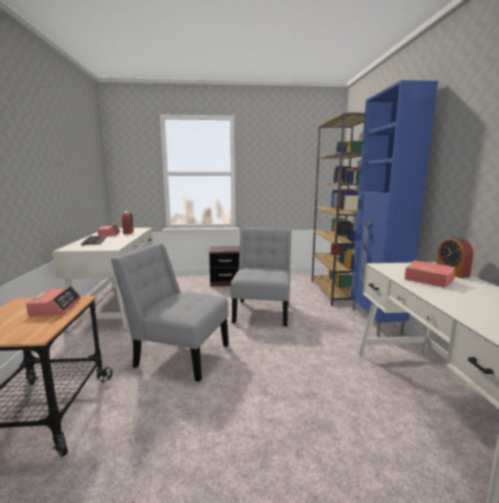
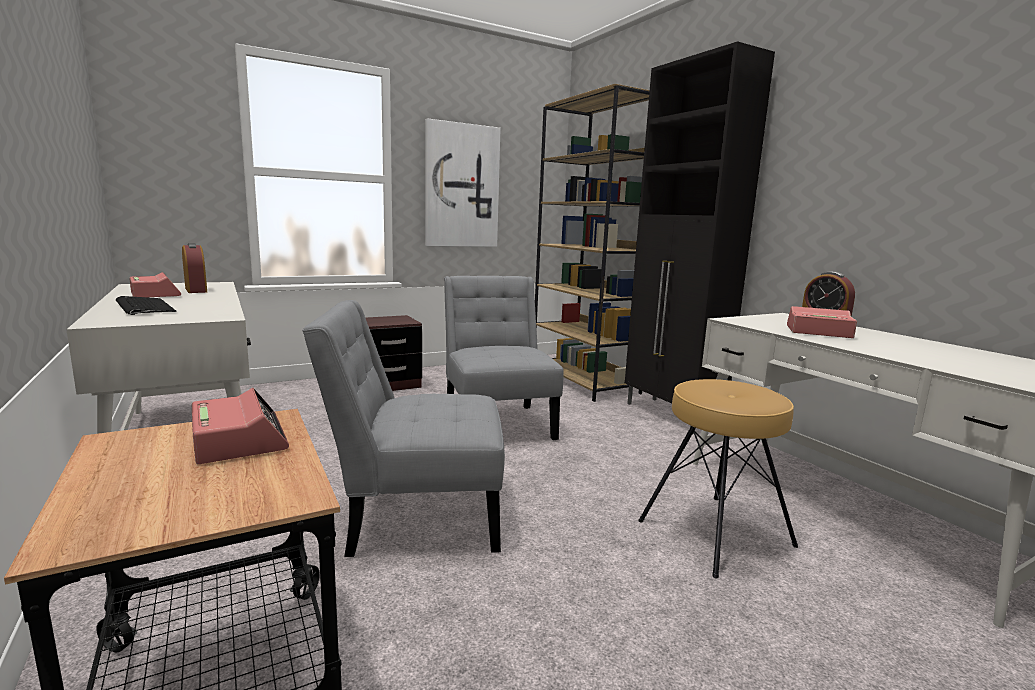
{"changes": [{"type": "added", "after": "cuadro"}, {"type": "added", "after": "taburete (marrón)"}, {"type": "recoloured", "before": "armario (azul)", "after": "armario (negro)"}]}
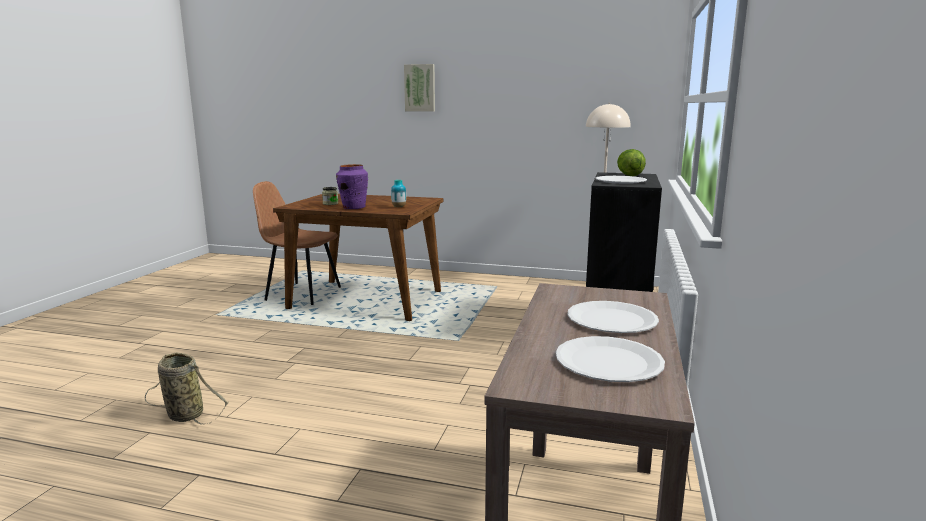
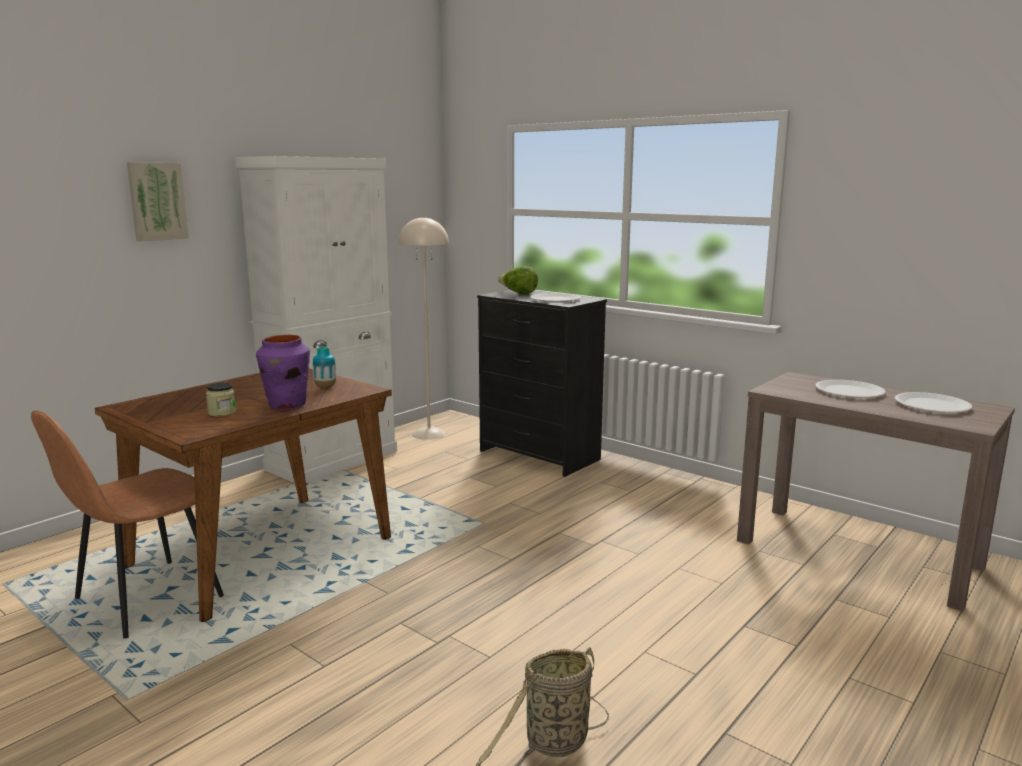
{"changes": [{"type": "added", "after": "armario (blanco)"}]}
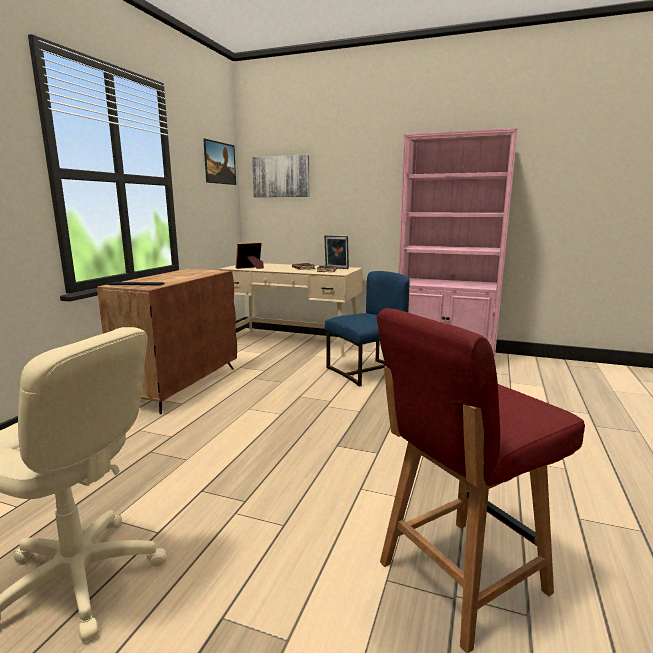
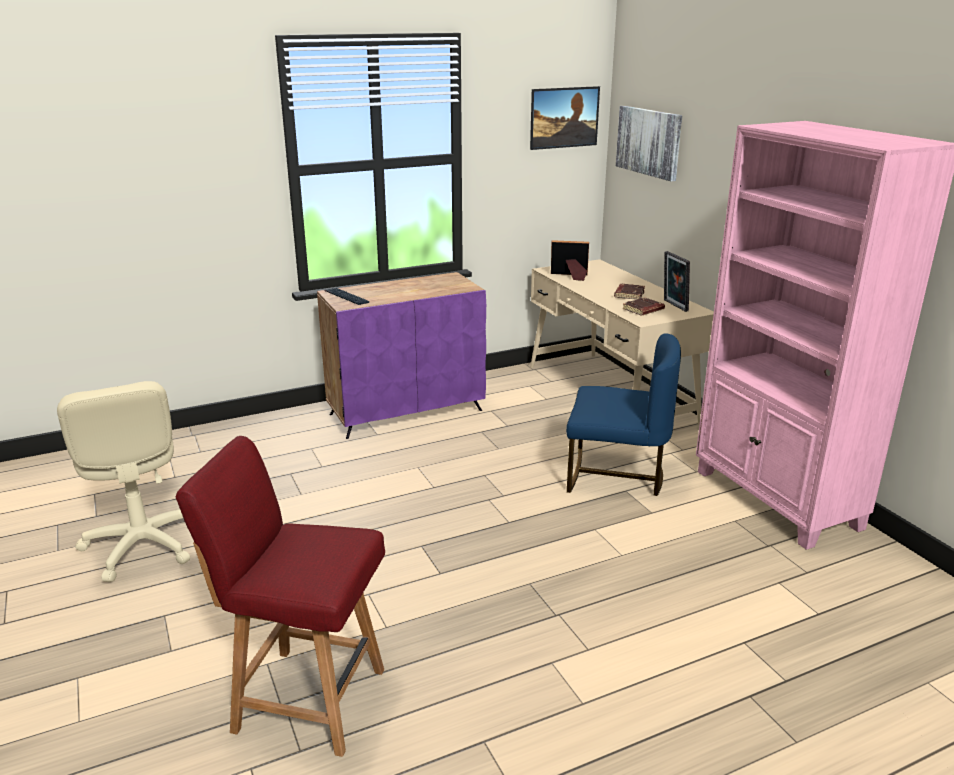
{"changes": [{"type": "recoloured", "before": "armario (marrón)", "after": "armario (morado)"}]}
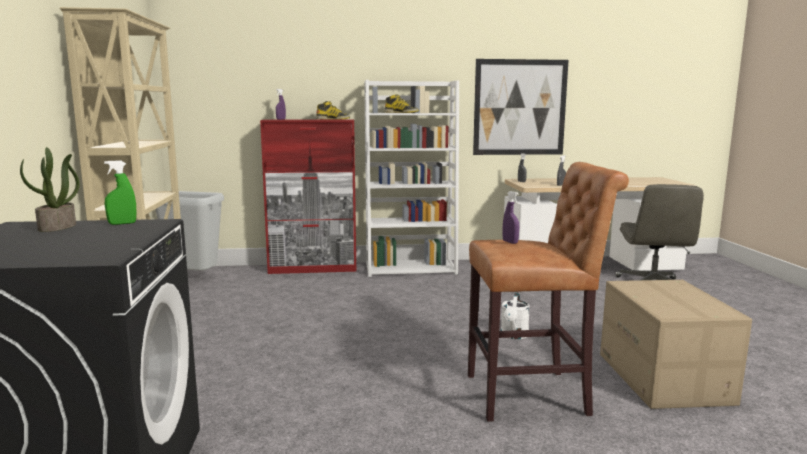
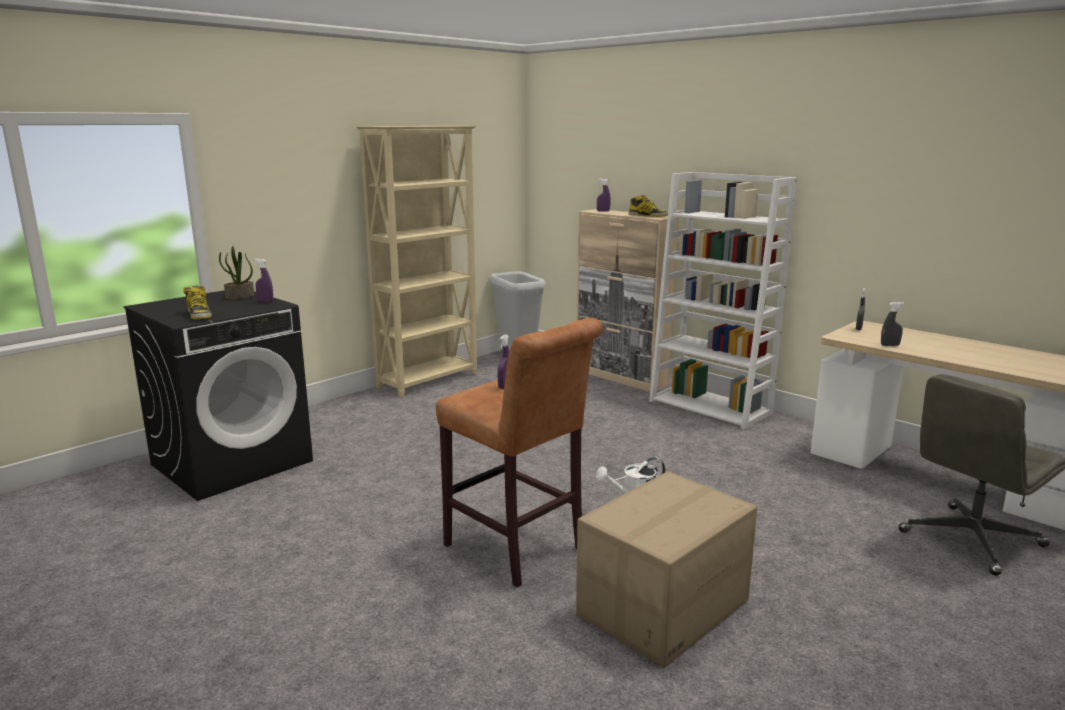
{"changes": [{"type": "removed", "before": "cuadro"}, {"type": "moved", "before": "bota (2nd from left in the first image)", "after": "bota (1st from left)"}, {"type": "recoloured", "before": "pulverizador (verde)", "after": "pulverizador (morado) (1st from left)"}, {"type": "recoloured", "before": "armario (rojo)", "after": "armario (beis)"}]}
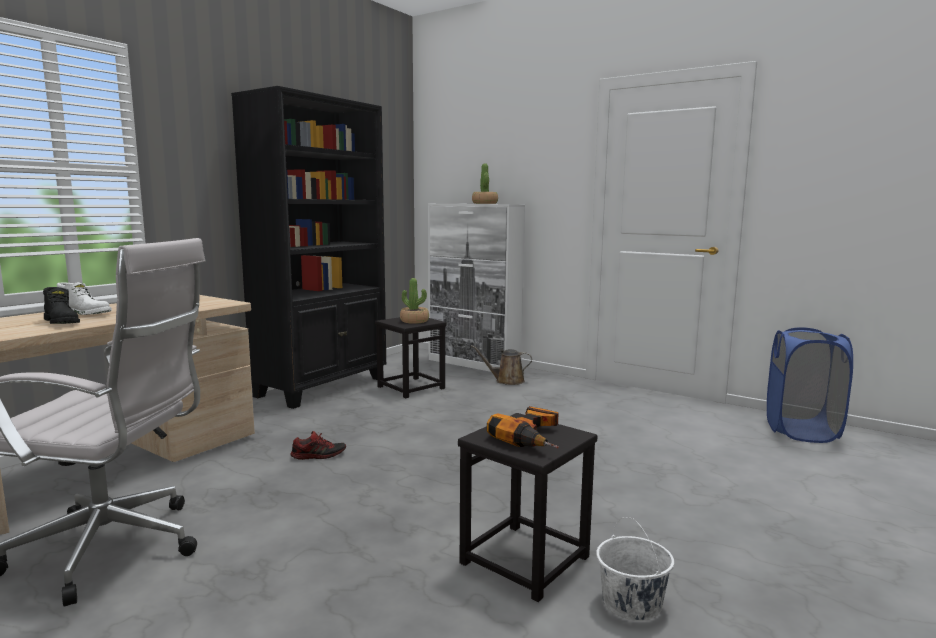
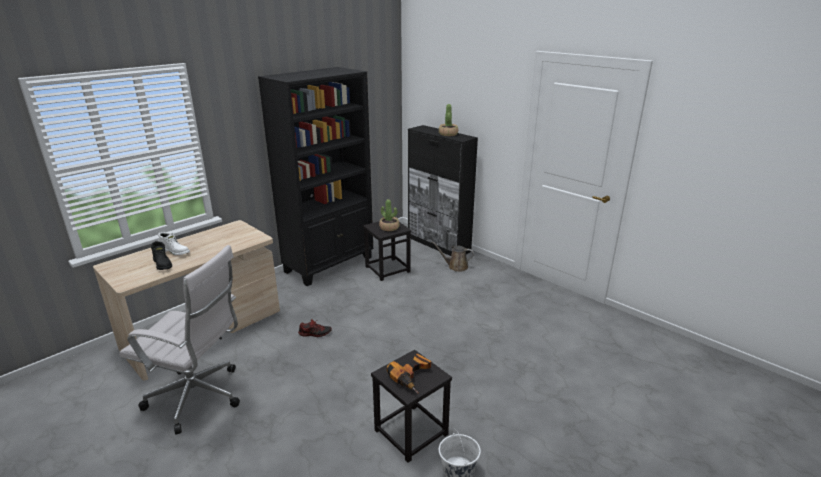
{"changes": [{"type": "removed", "before": "cesto de la ropa (azul)"}, {"type": "recoloured", "before": "armario (blanco)", "after": "armario (negro)"}]}
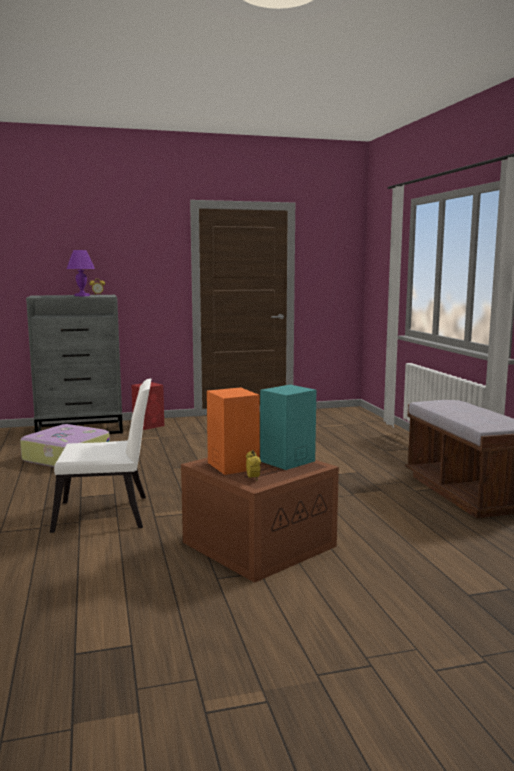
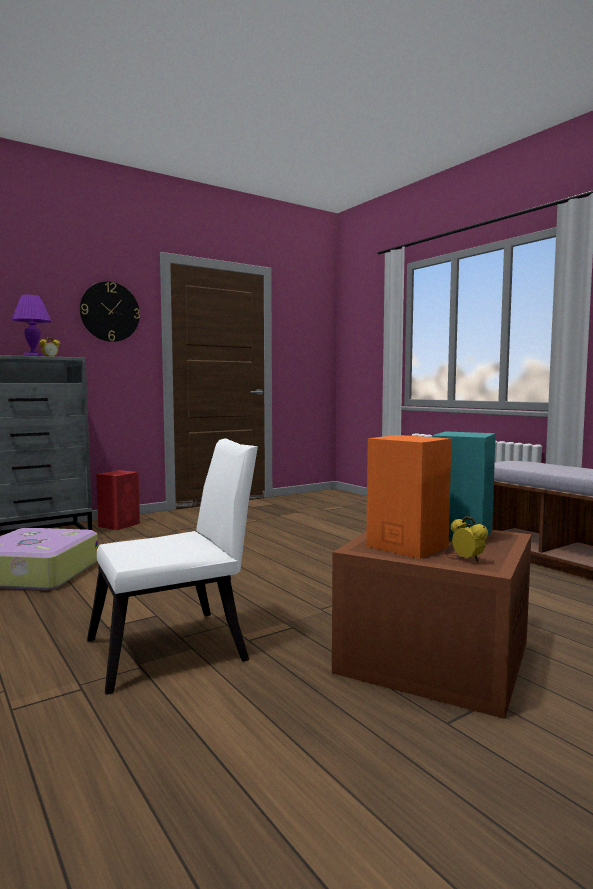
{"changes": [{"type": "added", "after": "reloj de pared"}]}
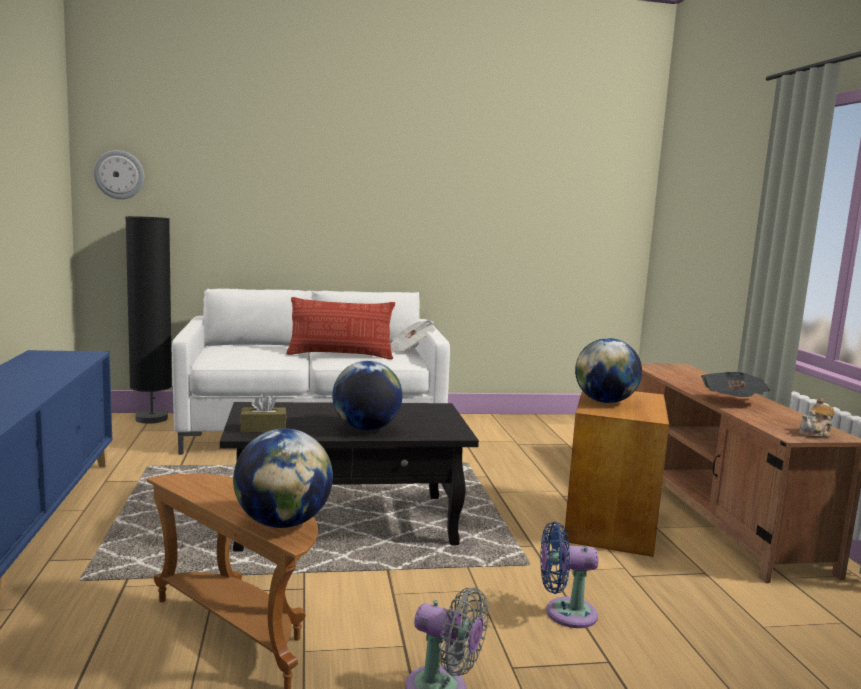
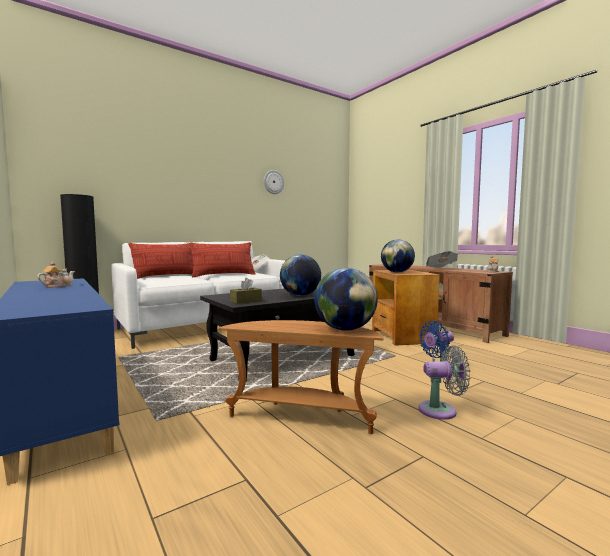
{"changes": [{"type": "added", "after": "tetera (1st from left)"}, {"type": "added", "after": "cojín (1st from left)"}, {"type": "moved", "before": "reloj de pared"}]}
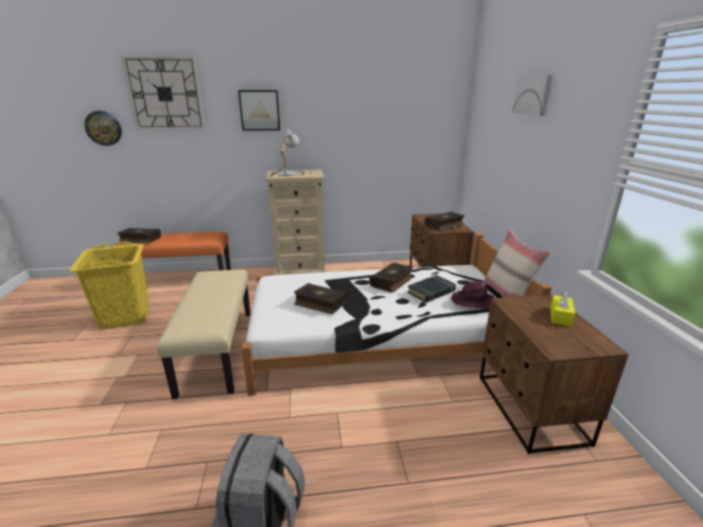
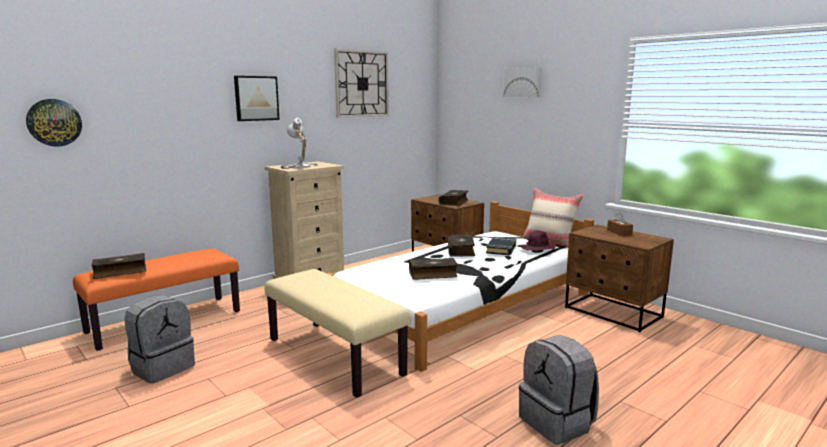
{"changes": [{"type": "moved", "before": "reloj de pared (2nd from left)"}, {"type": "replaced", "before": "cesto de la ropa (amarillo)", "after": "mochila (gris) (1st from left)"}, {"type": "recoloured", "before": "caja de pañuelos (amarillo)", "after": "caja de pañuelos (marrón)"}]}
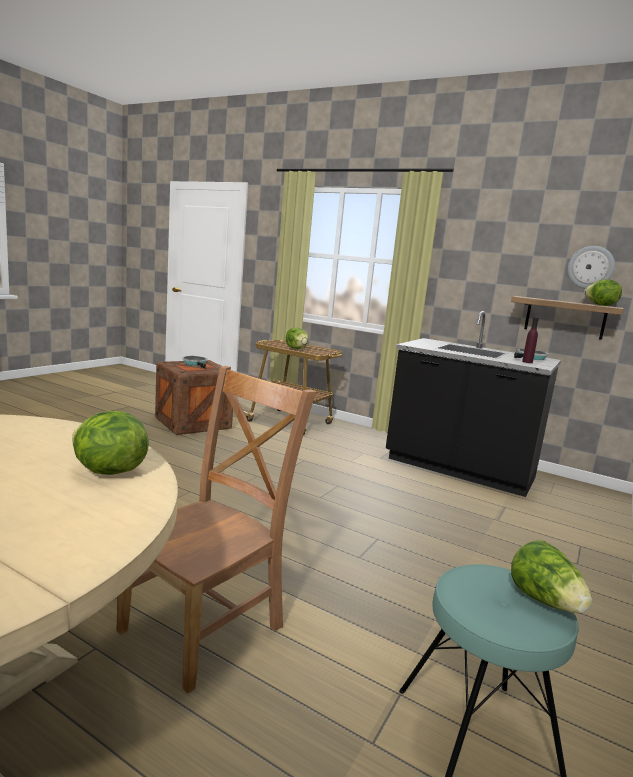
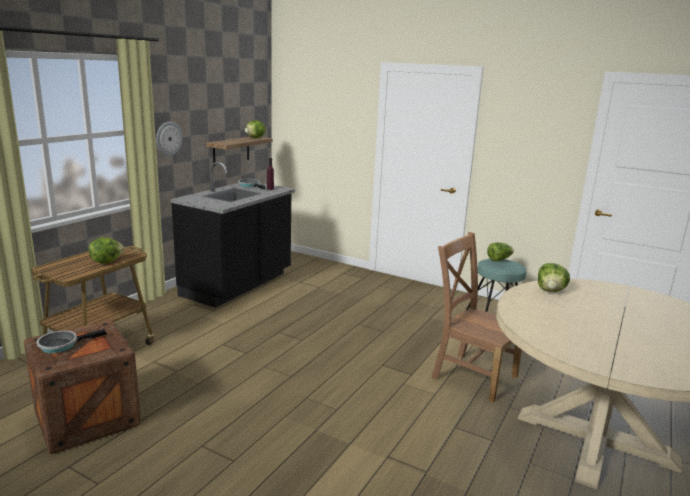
{"changes": [{"type": "moved", "before": "reloj de pared"}]}
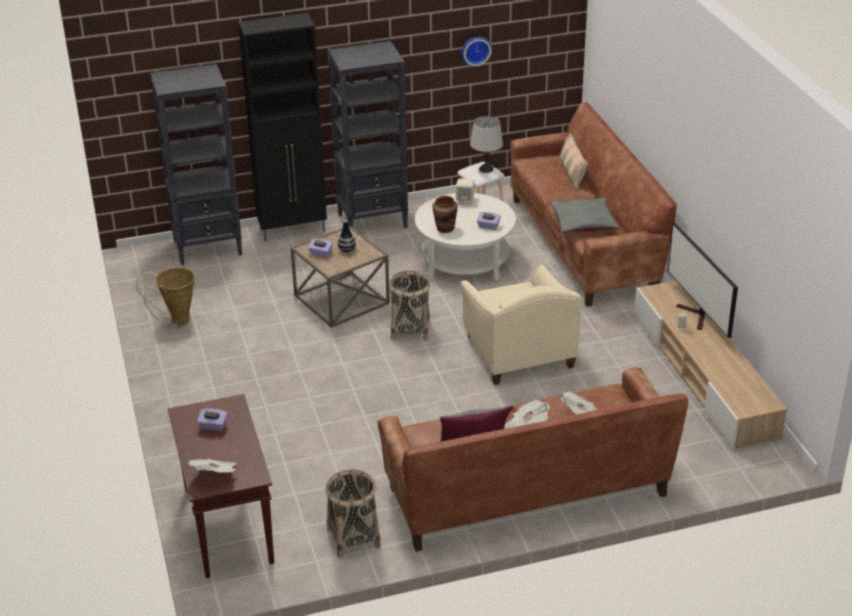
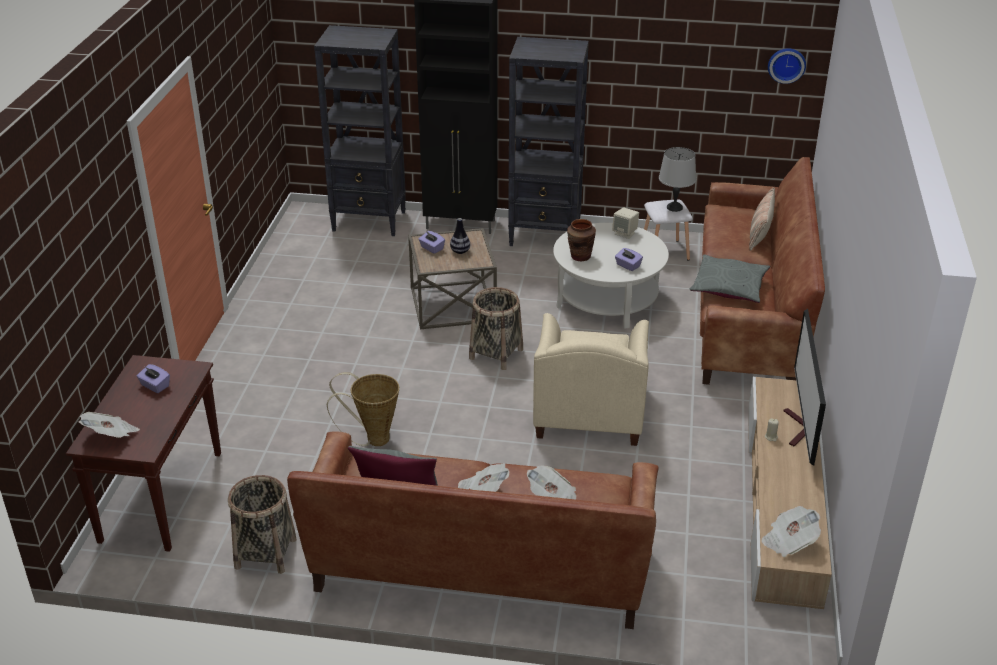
{"changes": [{"type": "added", "after": "periódico (4th from left)"}, {"type": "moved", "before": "cesta (1st from left in the first image)", "after": "cesta (2nd from left)"}, {"type": "moved", "before": "reloj de pared"}]}
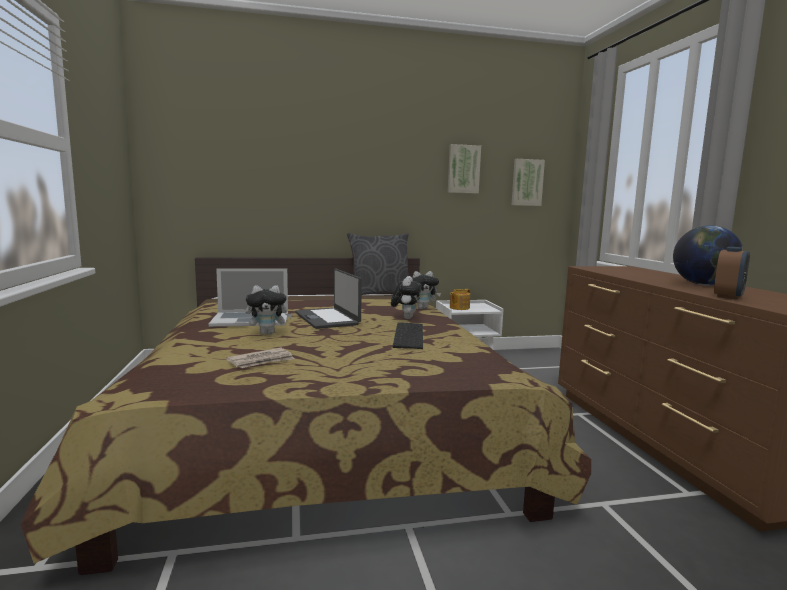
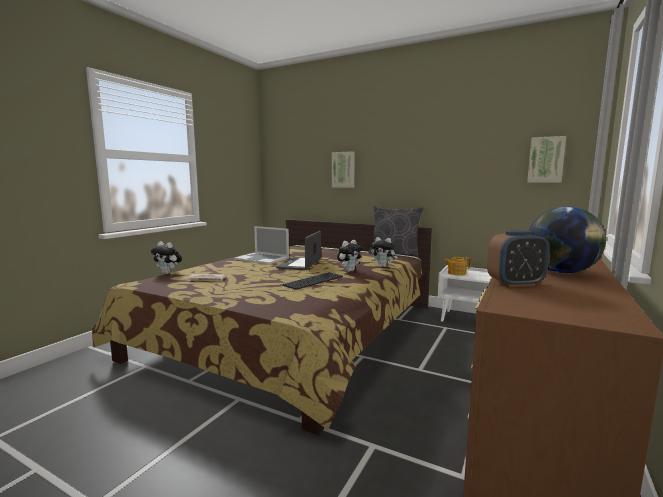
{"changes": [{"type": "moved", "before": "peluche (1st from left)"}, {"type": "moved", "before": "cuadro (1st from left)"}]}
